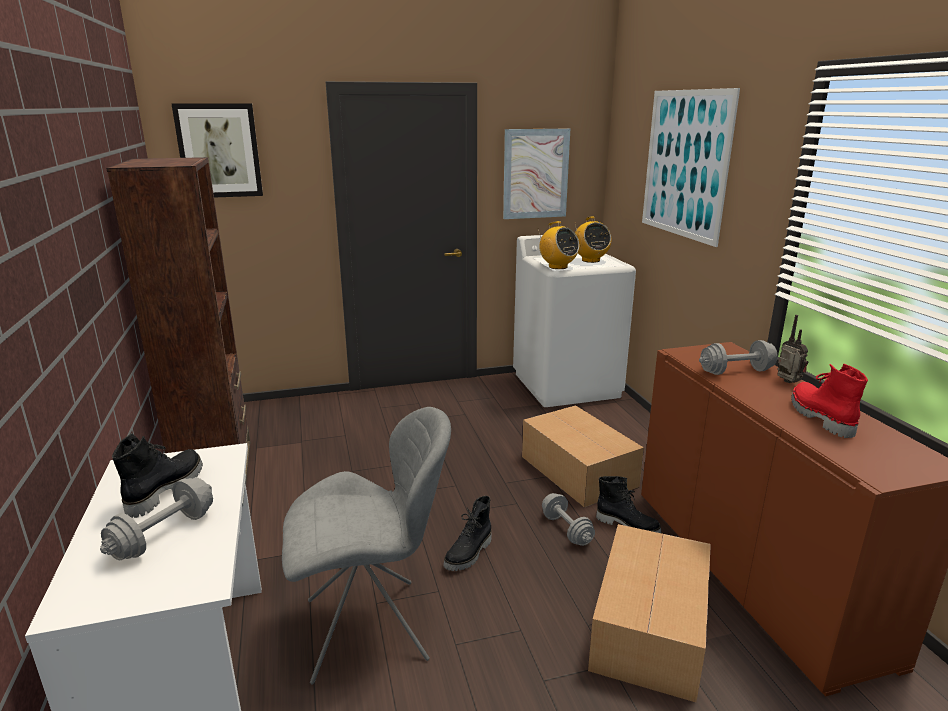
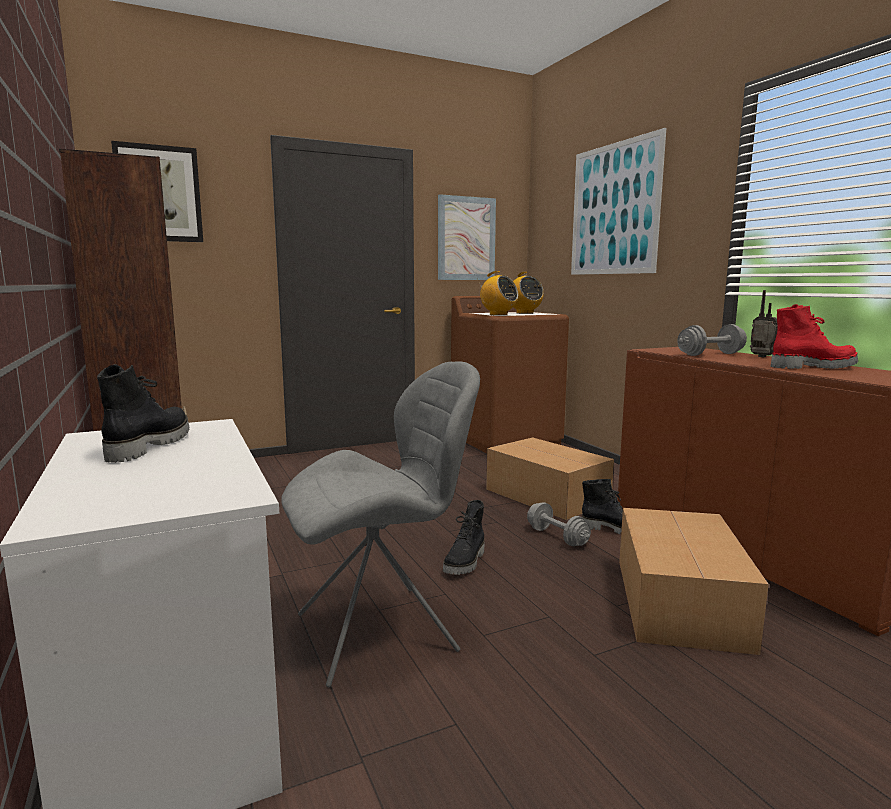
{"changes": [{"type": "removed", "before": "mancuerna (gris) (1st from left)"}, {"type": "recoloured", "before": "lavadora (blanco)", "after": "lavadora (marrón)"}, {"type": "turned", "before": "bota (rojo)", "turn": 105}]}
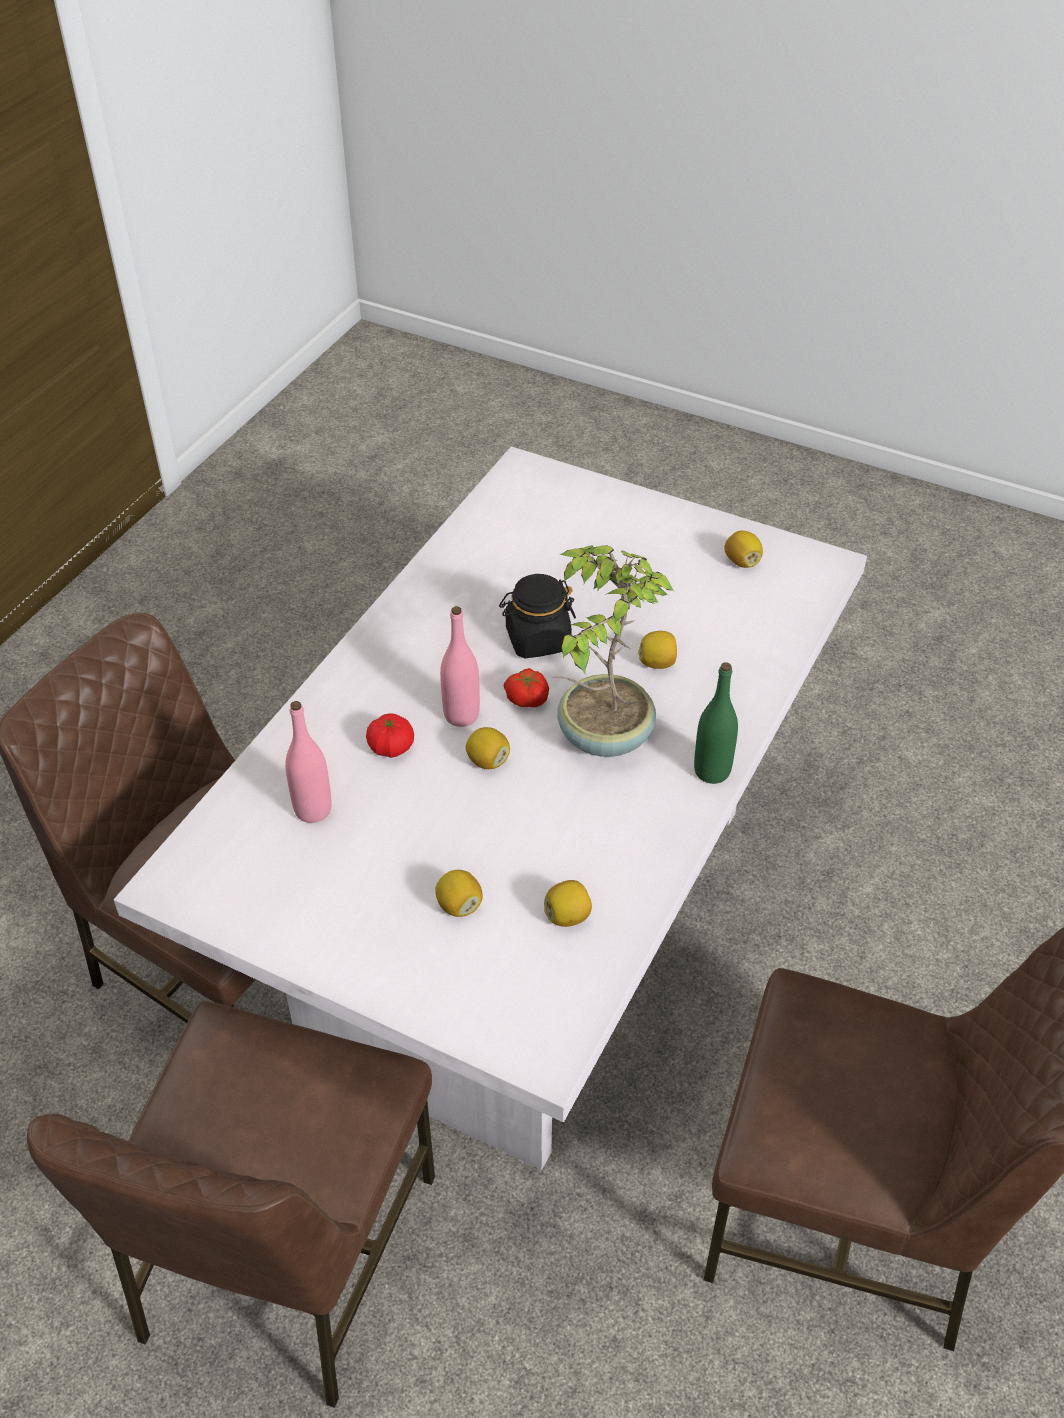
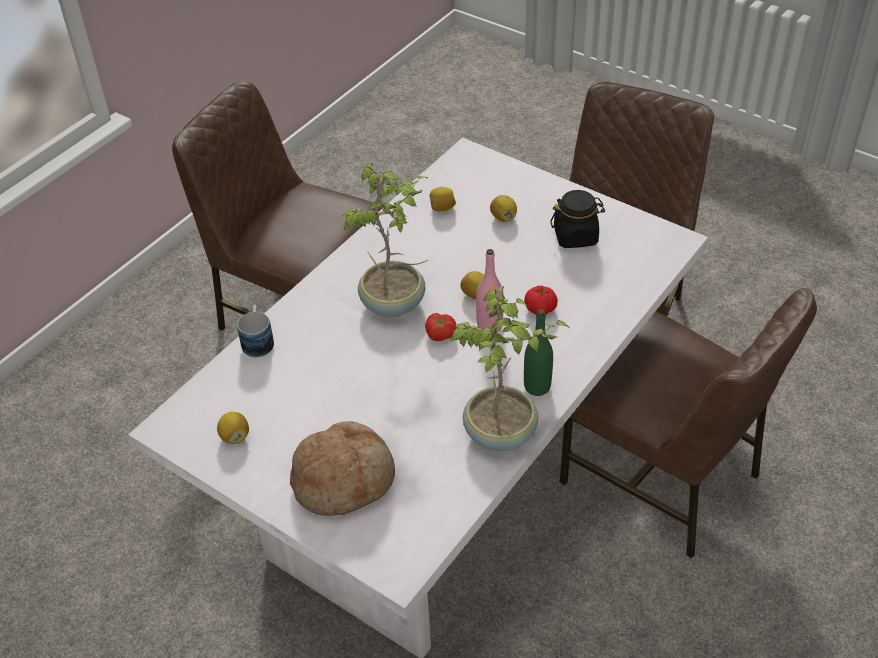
{"changes": [{"type": "removed", "before": "botella (rosa) (1st from left)"}, {"type": "removed", "before": "limón (4th from left)"}, {"type": "added", "after": "taza grande"}, {"type": "added", "after": "pan"}, {"type": "added", "after": "planta en maceta (2nd from left)"}, {"type": "moved", "before": "tarro (negro)"}, {"type": "moved", "before": "botella (verde)"}]}
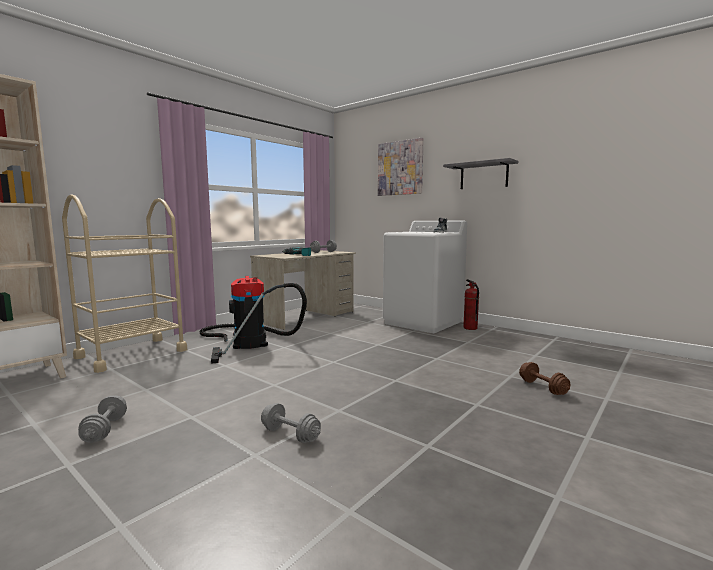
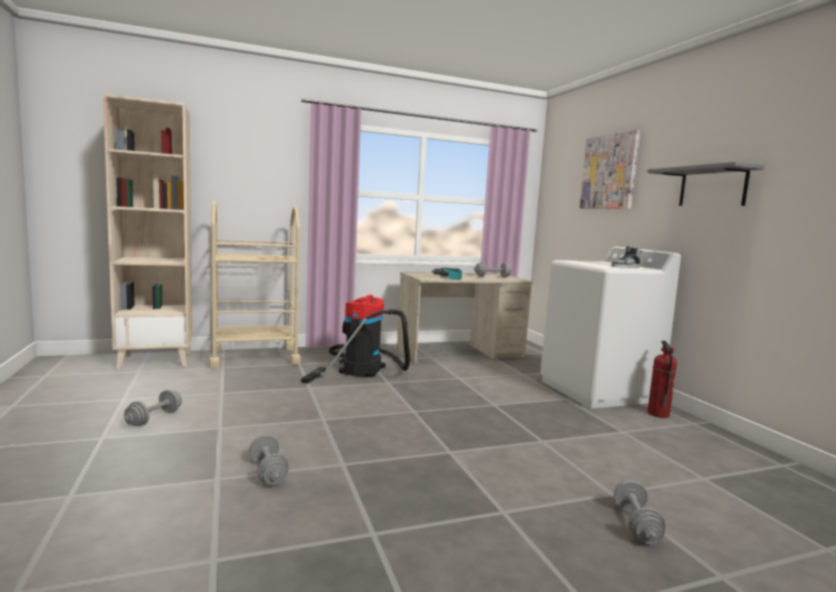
{"changes": [{"type": "recoloured", "before": "mancuerna (marrón)", "after": "mancuerna (gris) (4th from left)"}]}
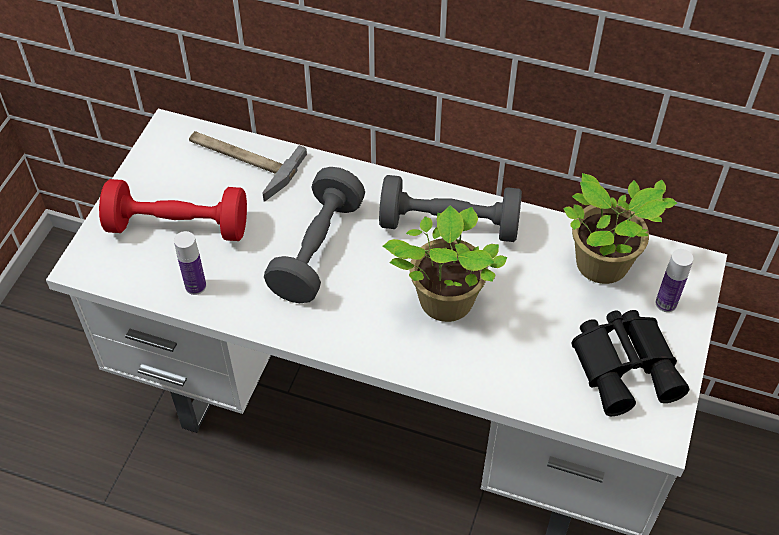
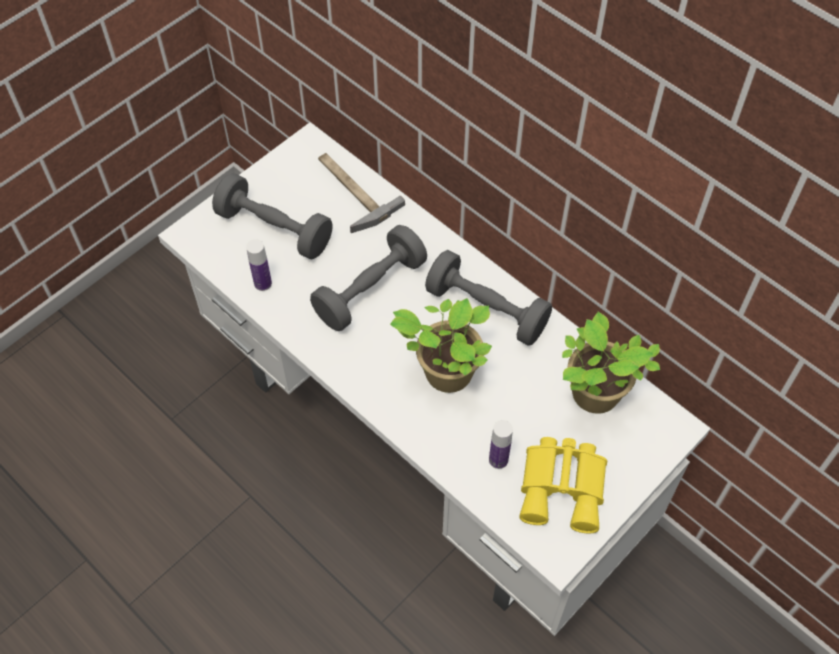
{"changes": [{"type": "moved", "before": "botella (2nd from left)"}, {"type": "recoloured", "before": "mancuerna (rojo)", "after": "mancuerna (gris) (1st from left)"}, {"type": "recoloured", "before": "prismáticos (negro)", "after": "prismáticos (amarillo)"}]}
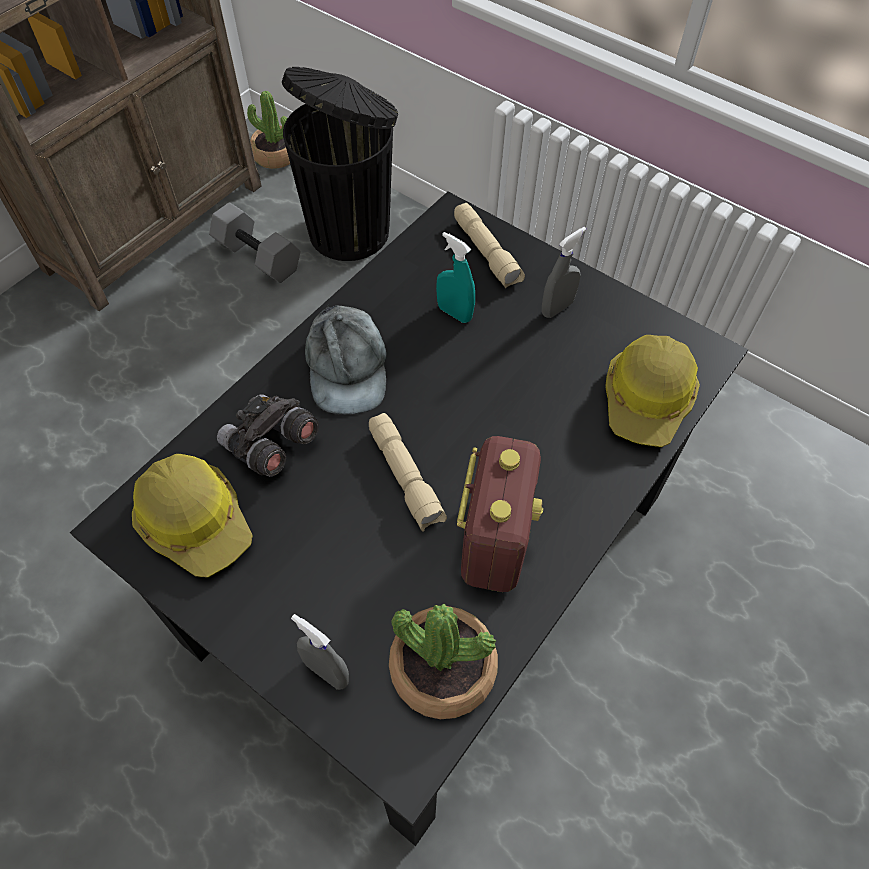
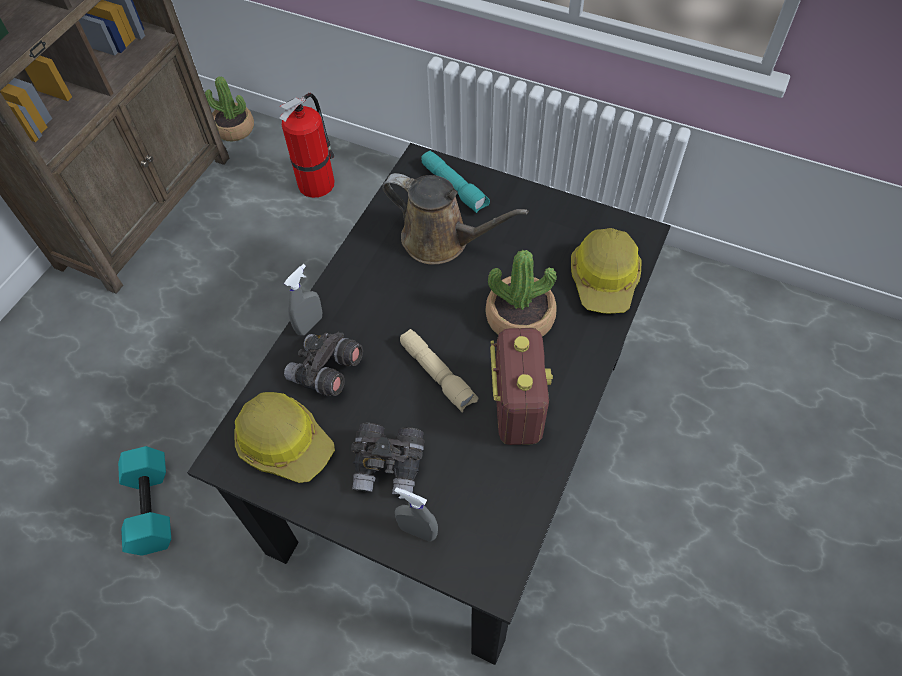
{"changes": [{"type": "removed", "before": "mancuerna (gris)"}, {"type": "removed", "before": "gorra (gris)"}, {"type": "added", "after": "mancuerna (turquesa)"}, {"type": "added", "after": "prismáticos (gris) (2nd from left)"}, {"type": "moved", "before": "planta en maceta (2nd from left)"}, {"type": "moved", "before": "pulverizador (gris) (2nd from left in the first image)", "after": "pulverizador (gris) (1st from left)"}, {"type": "replaced", "before": "papelera (negro)", "after": "extintor"}, {"type": "replaced", "before": "pulverizador (turquesa)", "after": "regadera (marrón)"}, {"type": "recoloured", "before": "linterna (beis) (2nd from left)", "after": "linterna (turquesa)"}]}
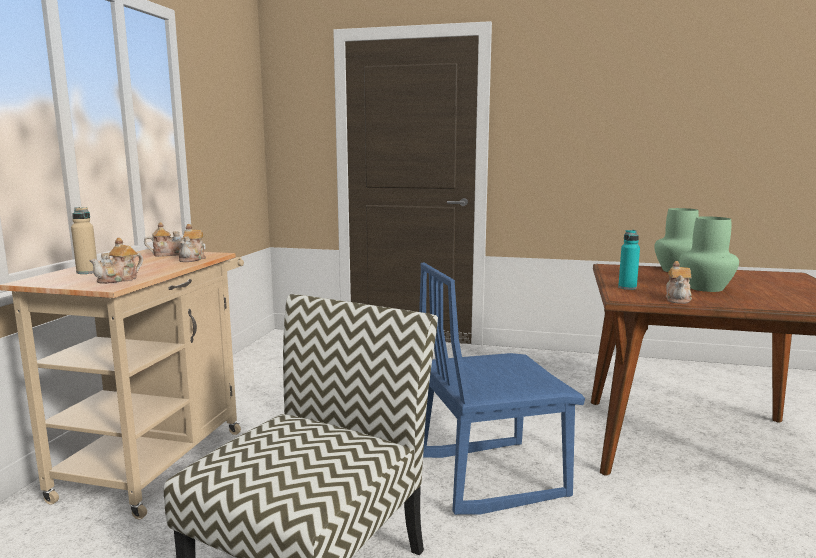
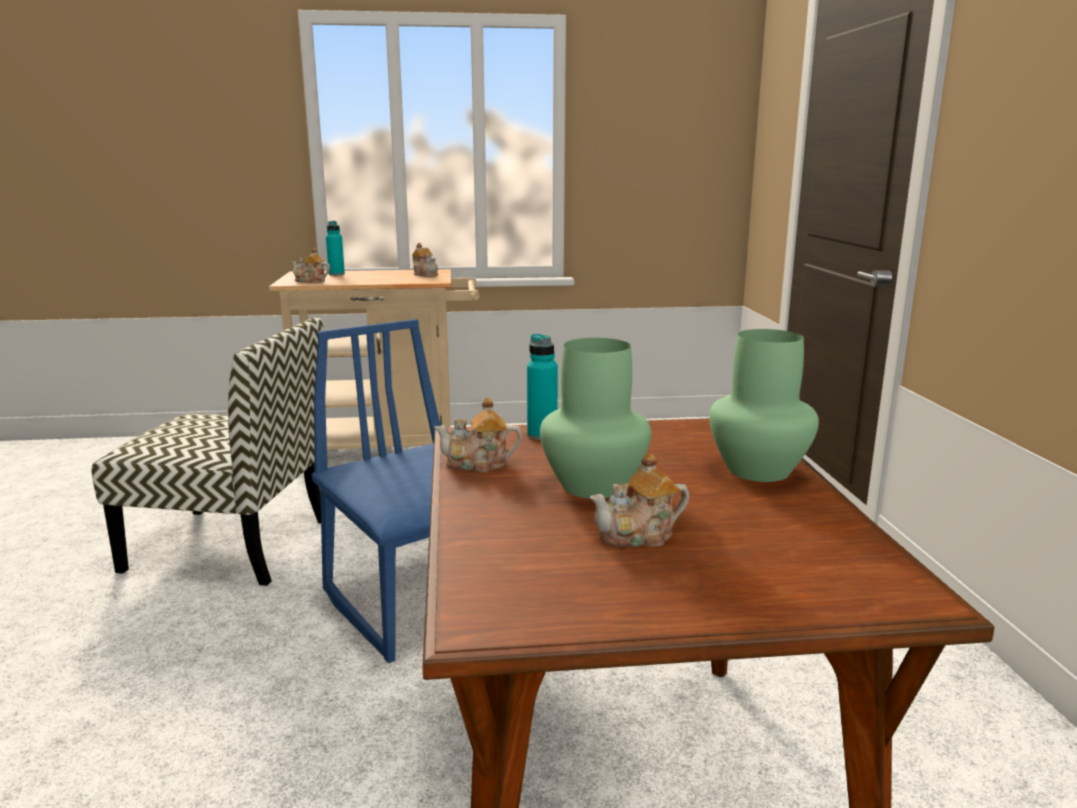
{"changes": [{"type": "moved", "before": "tetera (3rd from left in the first image)", "after": "tetera (4th from left)"}, {"type": "recoloured", "before": "botella (beis)", "after": "botella (turquesa) (1st from left)"}]}
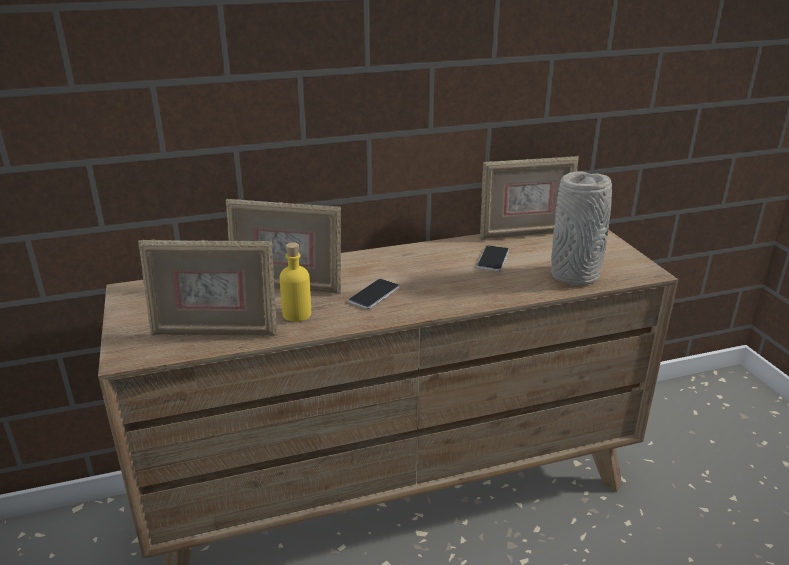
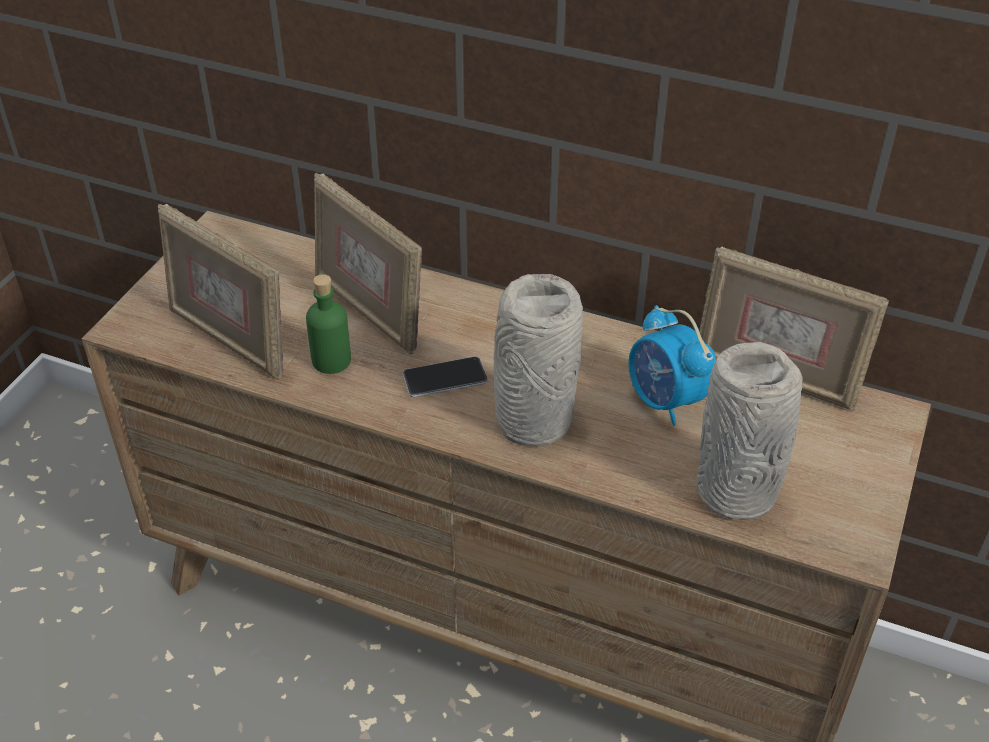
{"changes": [{"type": "added", "after": "florero (gris) (1st from left)"}, {"type": "replaced", "before": "móvil (2nd from left)", "after": "despertador"}, {"type": "recoloured", "before": "botella (amarillo)", "after": "botella (verde)"}]}
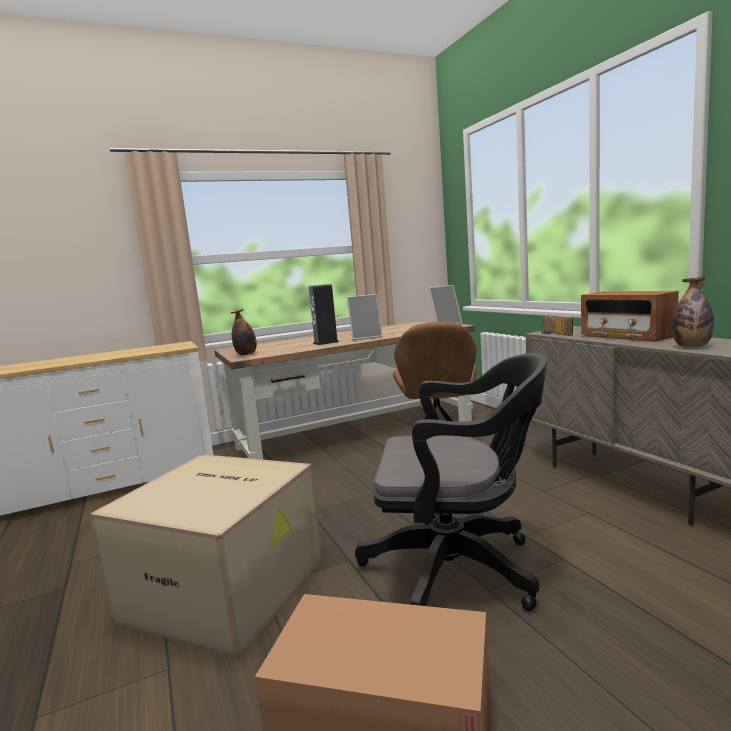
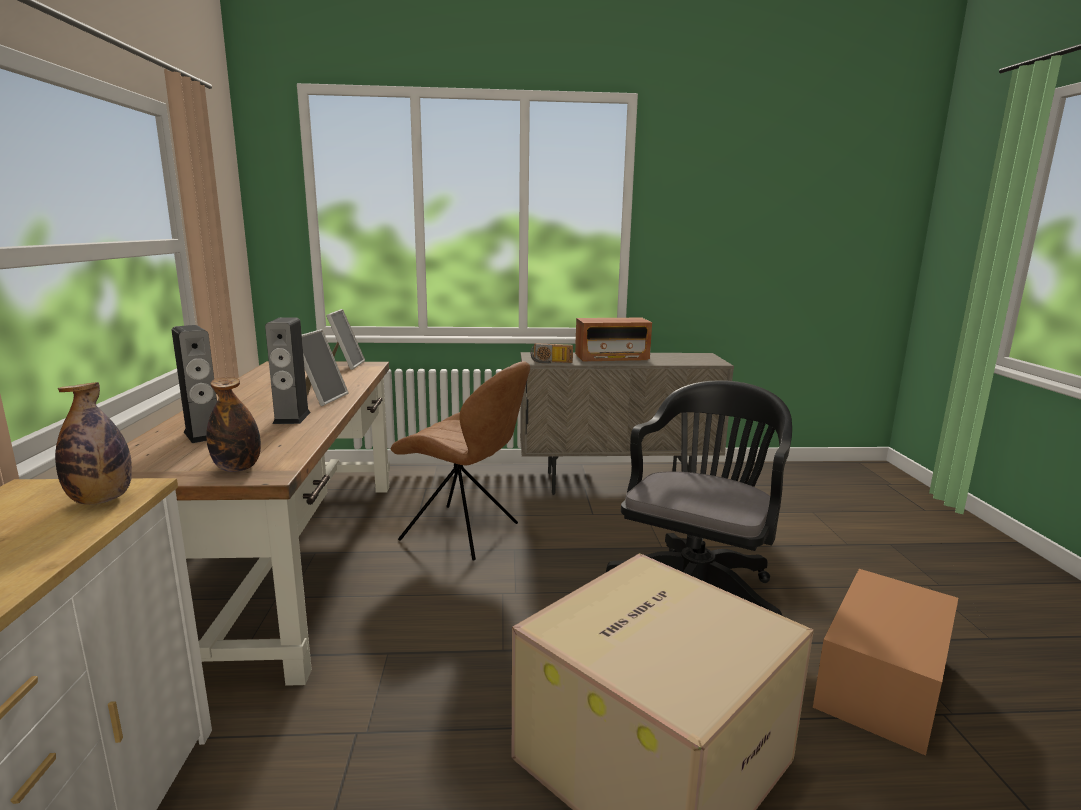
{"changes": [{"type": "added", "after": "altavoz (1st from left)"}, {"type": "moved", "before": "botella (2nd from left in the first image)", "after": "botella (1st from left)"}]}
